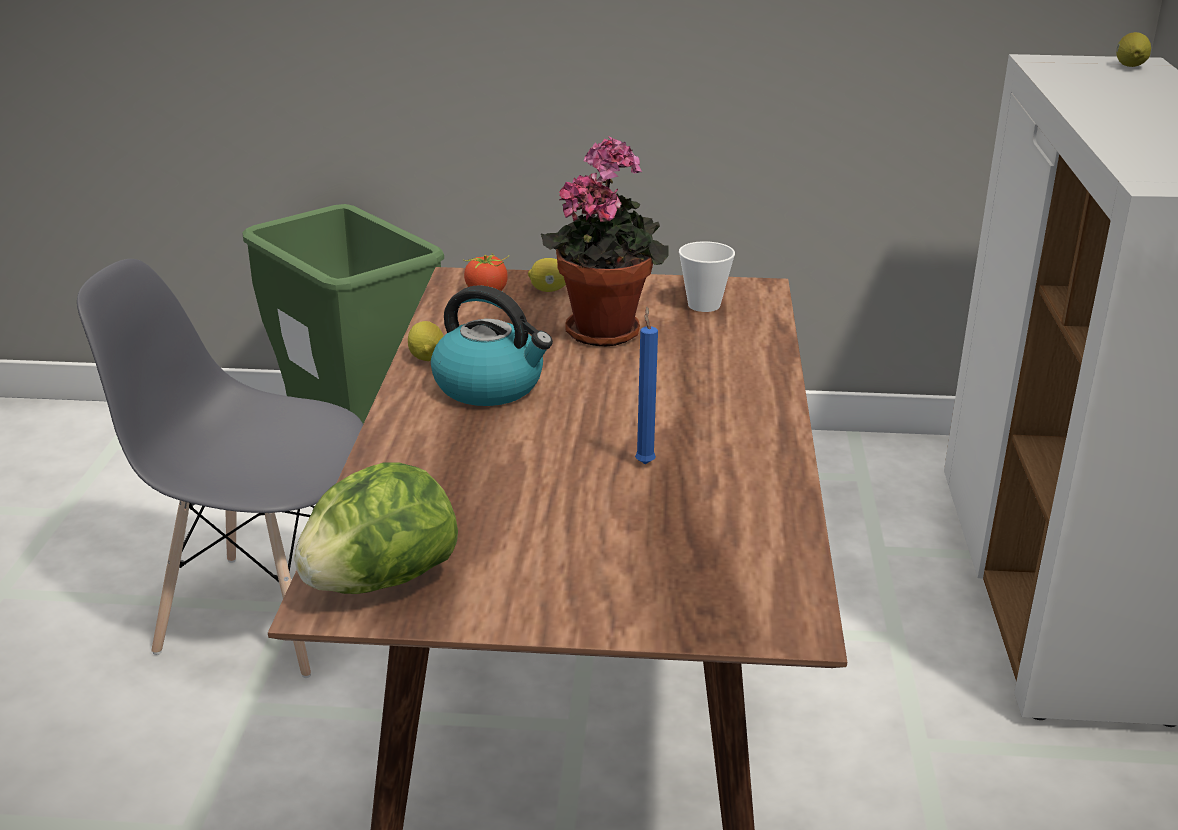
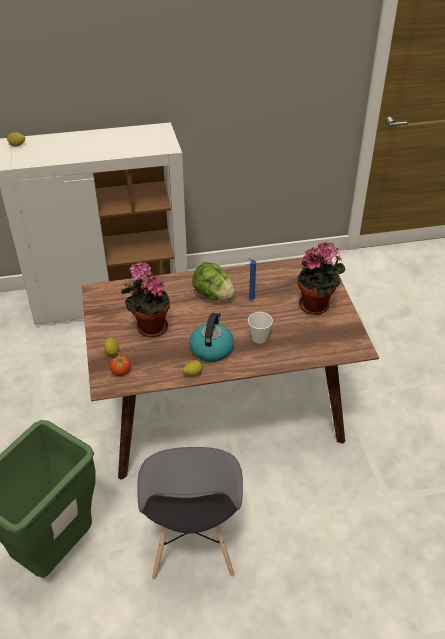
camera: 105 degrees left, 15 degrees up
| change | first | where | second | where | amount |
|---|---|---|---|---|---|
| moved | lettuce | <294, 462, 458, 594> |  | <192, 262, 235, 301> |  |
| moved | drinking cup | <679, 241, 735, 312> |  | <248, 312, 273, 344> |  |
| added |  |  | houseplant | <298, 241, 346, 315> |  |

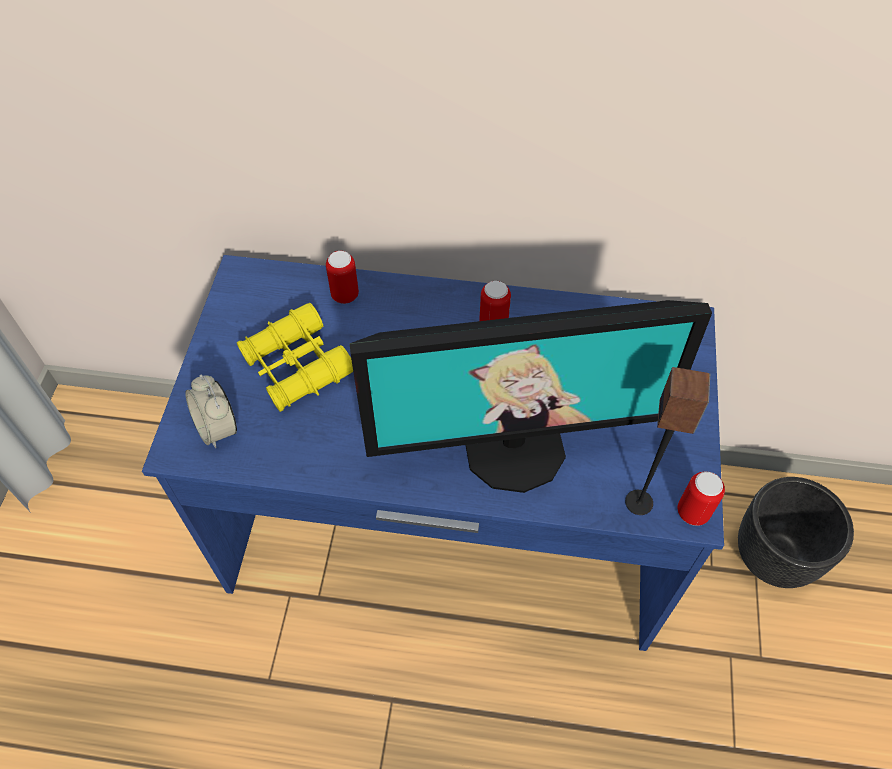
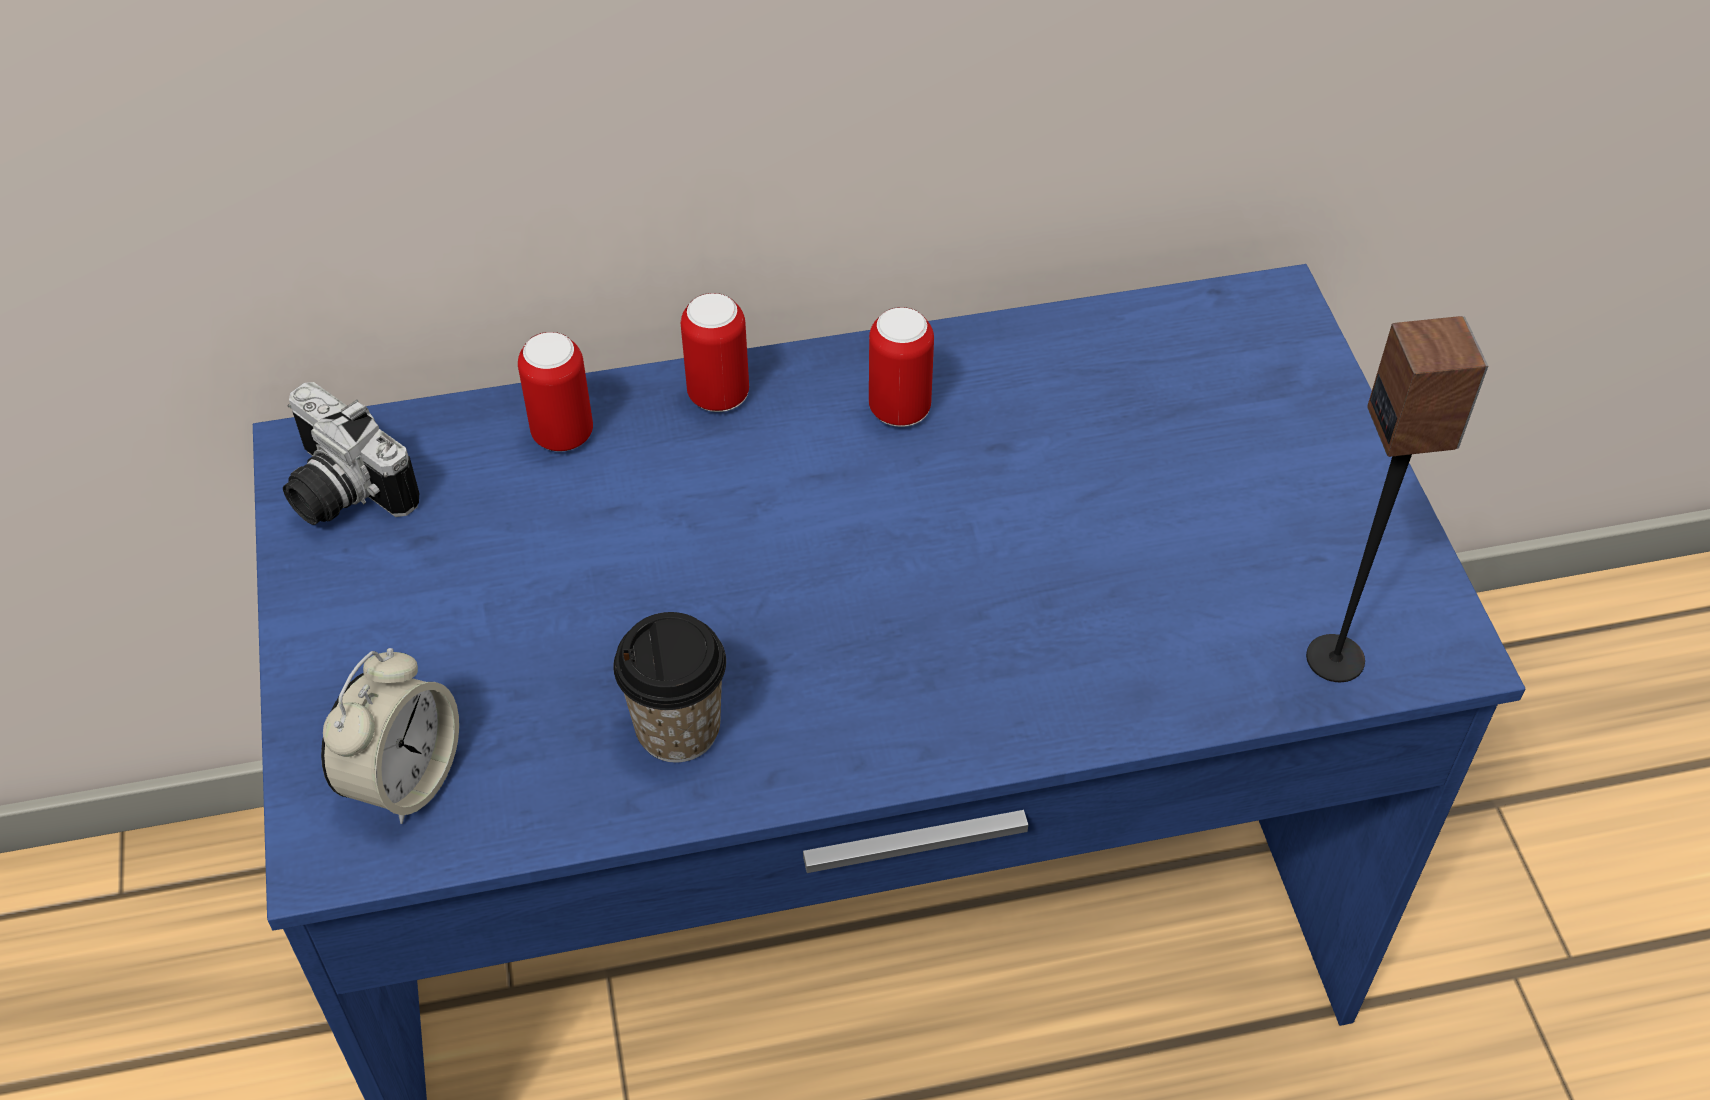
camera: 20 degrees left, 5 degrees down
| change | first | where | second | where | amount |
|---|---|---|---|---|---|
| turned | alarm clock | <185, 375, 237, 448> |  | <321, 648, 459, 824> | 105 degrees counterclockwise |
| removed | pair of binoculars (yellow-coloured) | <237, 303, 353, 412> |  |  |  |
| removed | monitor | <350, 300, 712, 493> |  |  |  |
| moved | can | <677, 471, 725, 526> |  | <681, 293, 749, 412> |  |
| removed | flower pot (black) | <738, 477, 854, 588> |  |  |  |
| added |  |  | still camera | <283, 382, 419, 525> |  |
| added |  |  | drinking cup | <614, 612, 726, 763> |  |

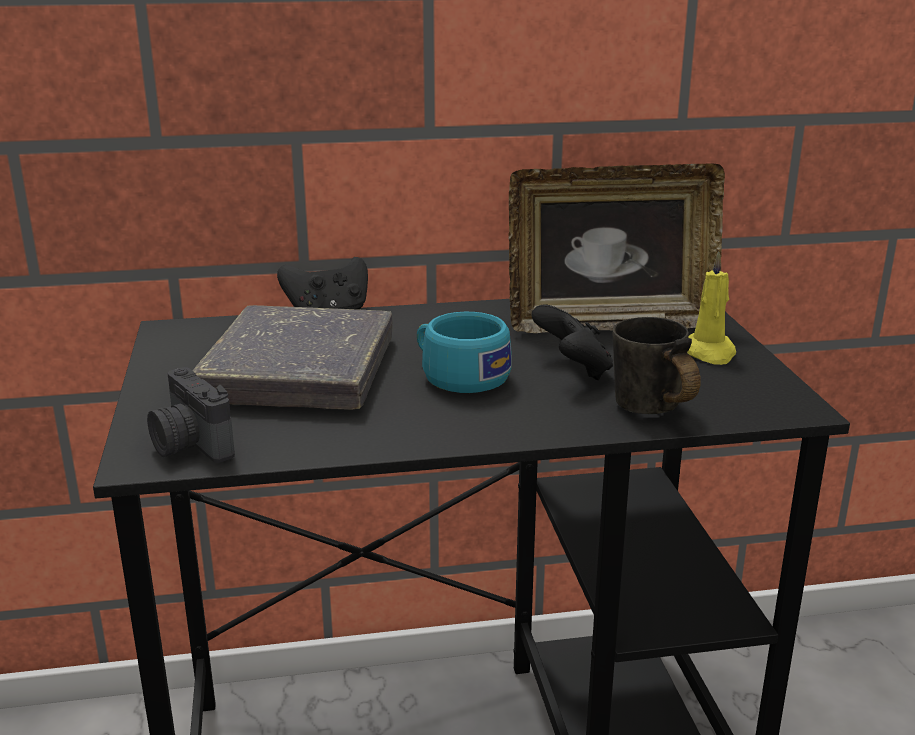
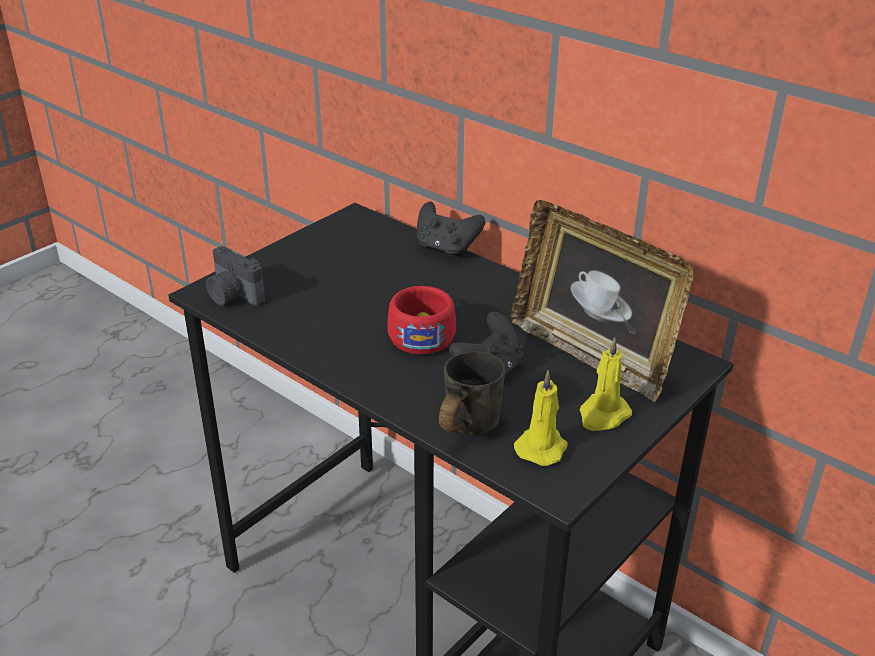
camera: 50 degrees right, 10 degrees up
| change | first | where | second | where | amount |
|---|---|---|---|---|---|
| turned | still camera | <147, 367, 235, 463> |  | <206, 246, 265, 306> | 60 degrees counterclockwise |
| removed | bound book (greyish) | <192, 305, 392, 410> |  |  |  |
| recoloured | drinking cup (blue-green) | <417, 312, 512, 393> | drinking cup (red-coloured) | <388, 286, 456, 354> |  |
| added |  |  | wax candle (yellow-coloured) | <514, 370, 568, 466> |  |

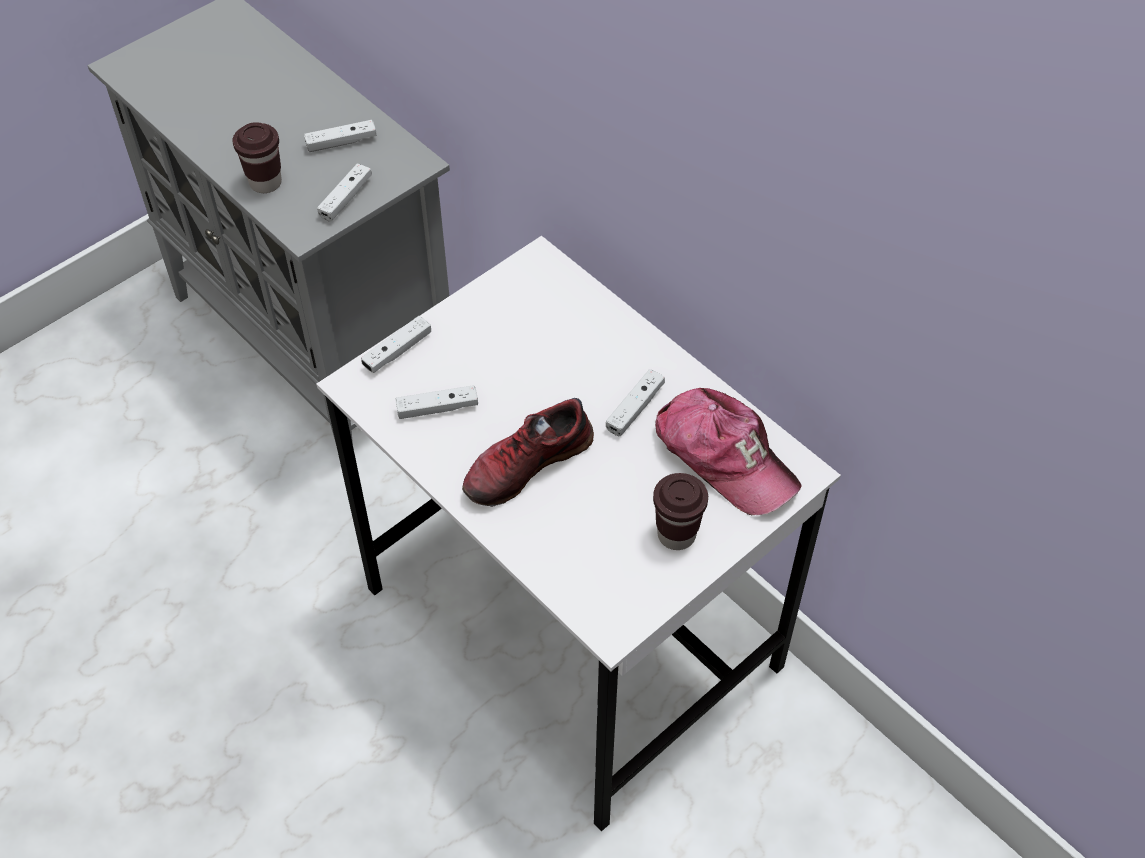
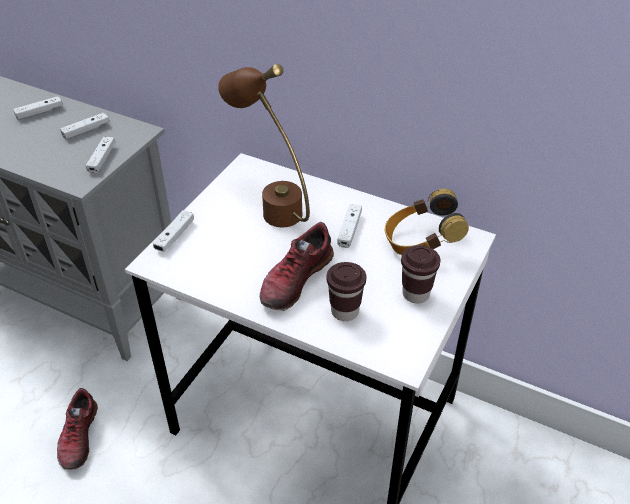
camera: 20 degrees left, 10 degrees down
| change | first | where | second | where | amount |
|---|---|---|---|---|---|
| moved | drinking cup (brown-coloured) | <232, 122, 282, 193> |  | <327, 262, 366, 321> |  |
| moved | game controller (white) | <395, 385, 478, 419> |  | <13, 96, 63, 120> |  |
| replaced | cap | <655, 388, 802, 515> | headset | <385, 189, 469, 255> |  |
| added |  |  | low shoe | <57, 388, 98, 470> |  |
| added |  |  | table lamp (brown-coloured) | <218, 64, 310, 227> |  |

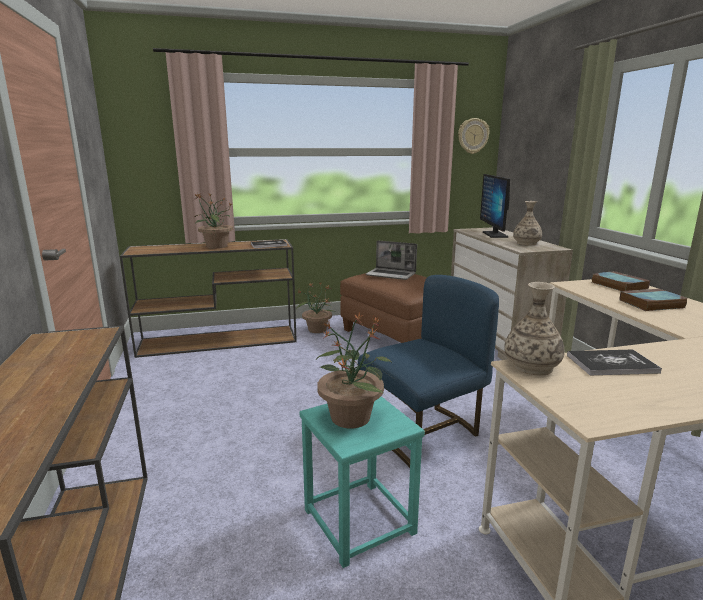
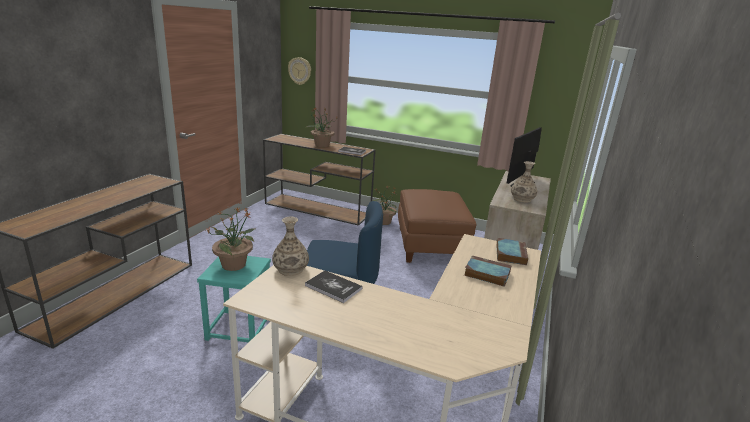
camera: 35 degrees right, 5 degrees up
| change | first | where | second | where | amount |
|---|---|---|---|---|---|
| removed | notebook computer | <365, 241, 417, 280> |  |  |  |
| moved | hanging clock | <458, 118, 490, 154> |  | <288, 57, 311, 85> |  |

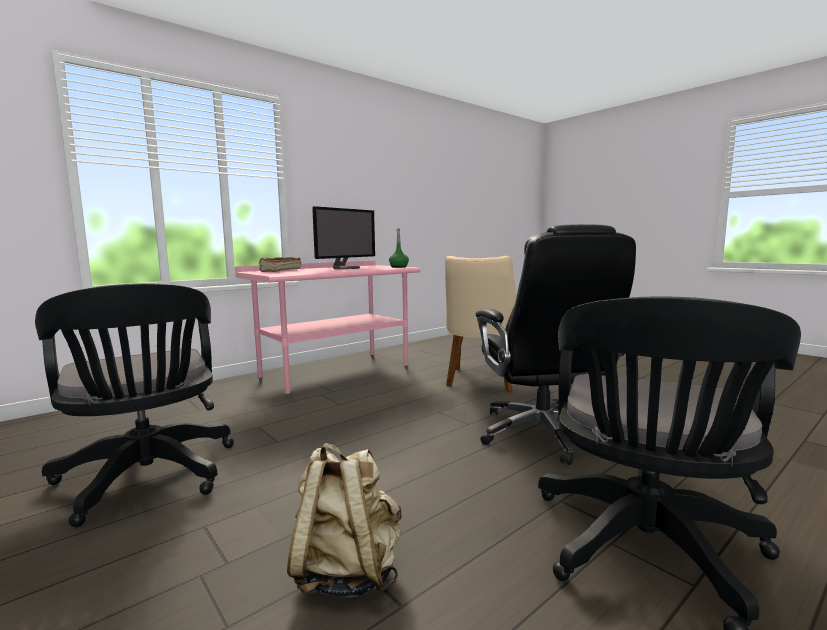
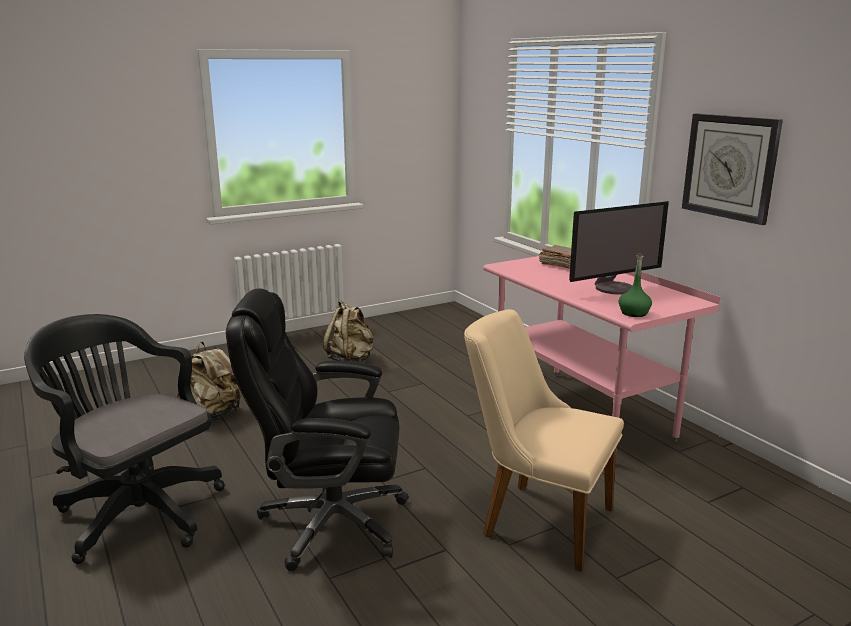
camera: 100 degrees right, 10 degrees up
| change | first | where | second | where | amount |
|---|---|---|---|---|---|
| replaced | computer chair (black) | <35, 283, 234, 527> | rucksack (sand-coloured) | <323, 300, 374, 362> |  |
| turned | monitor | <312, 206, 375, 269> |  | <569, 201, 669, 294> | 75 degrees counterclockwise |
| added |  |  | hanging clock | <682, 113, 783, 225> |  |

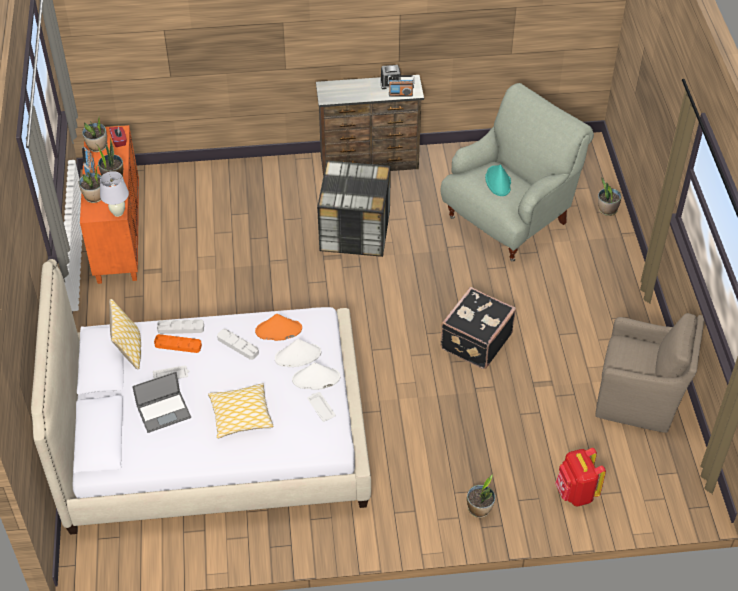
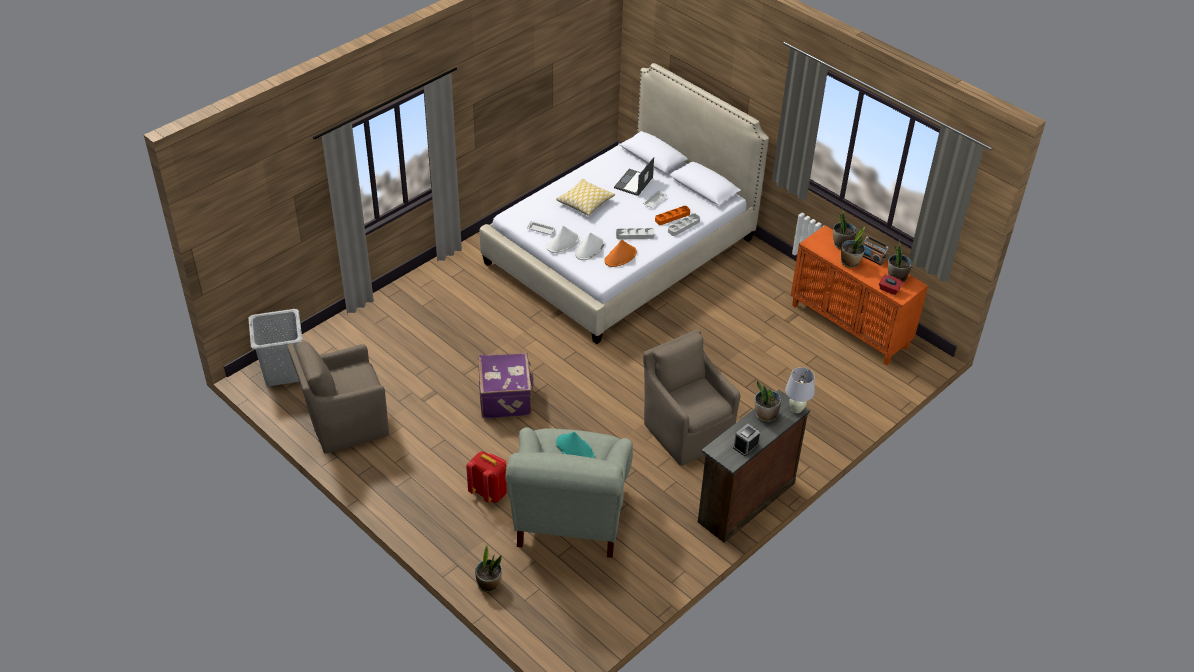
camera: 140 degrees right, 5 degrees down
| change | first | where | second | where | amount |
|---|---|---|---|---|---|
| moved | table lamp (white) | <100, 171, 129, 217> |  | <785, 367, 815, 413> |  |
| removed | cushion | <109, 299, 141, 370> |  |  |  |
| replaced | storage box | <317, 161, 391, 257> | lounge chair (brown-coloured) | <643, 329, 740, 466> |  |
| removed | radio | <388, 75, 414, 97> |  |  |  |
| recoloured | suitcase (black) | <440, 287, 516, 369> | suitcase (purplish) | <478, 352, 534, 419> |  |
| moved | houseplant | <467, 475, 495, 518> |  | <755, 381, 781, 422> |  |
| moved | rucksack (red-coloured) | <555, 448, 606, 506> |  | <466, 451, 507, 503> |  |
| added |  |  | washing basket (greyish) | <248, 309, 303, 386> |  |

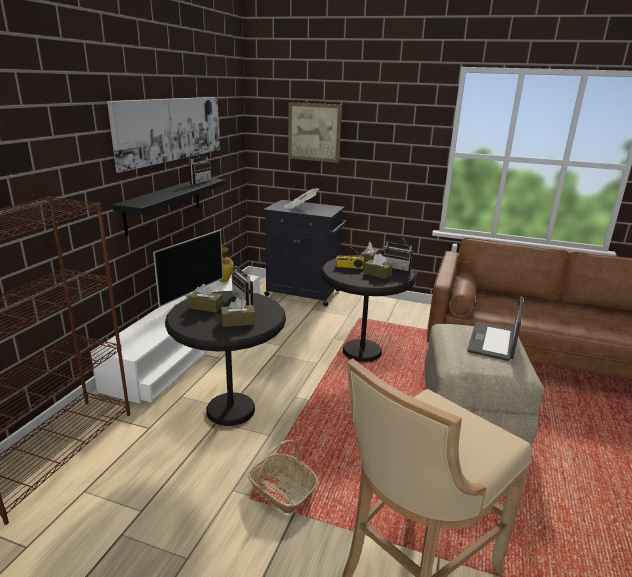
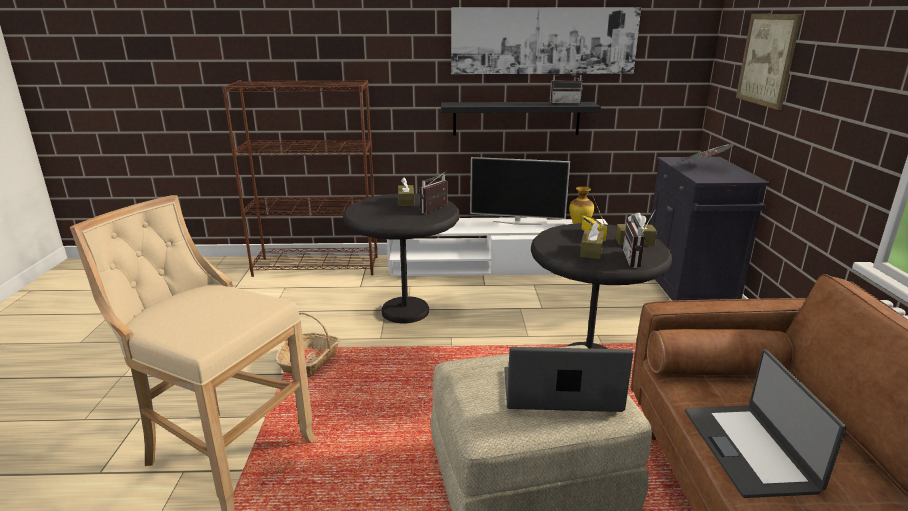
camera: 70 degrees right, 0 degrees up
| change | first | where | second | where | amount |
|---|---|---|---|---|---|
| removed | box of tissues (brown-coloured) | <221, 297, 255, 327> |  |  |  |
| added |  |  | notebook computer | <685, 349, 846, 498> |  |

